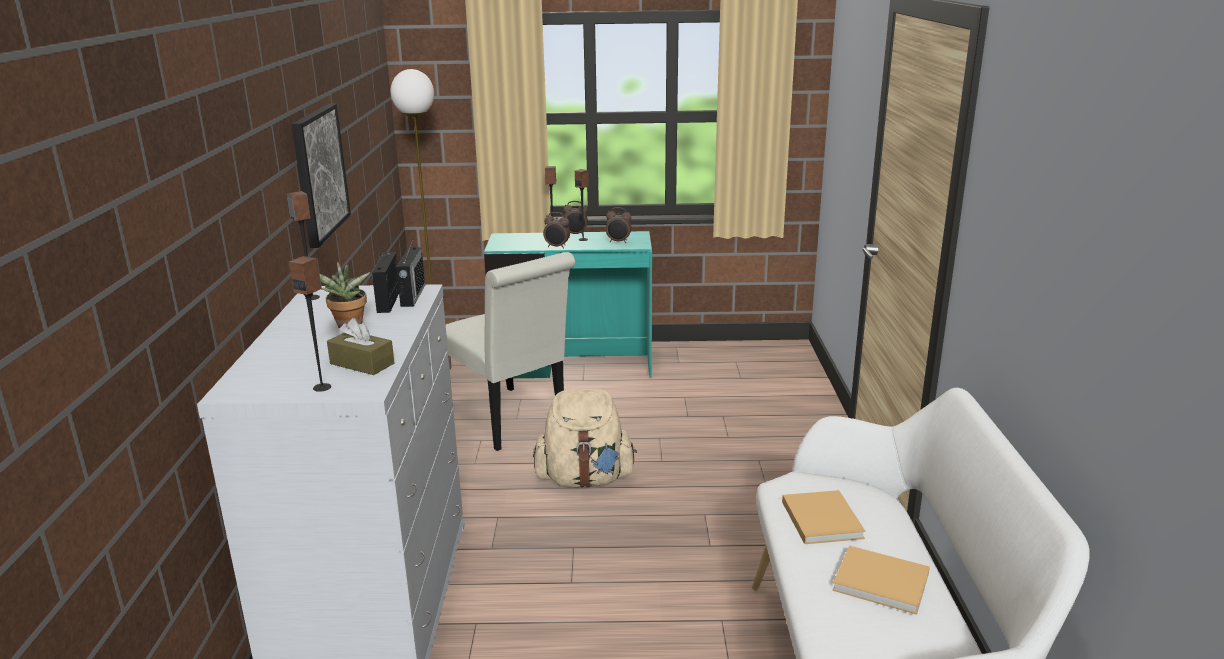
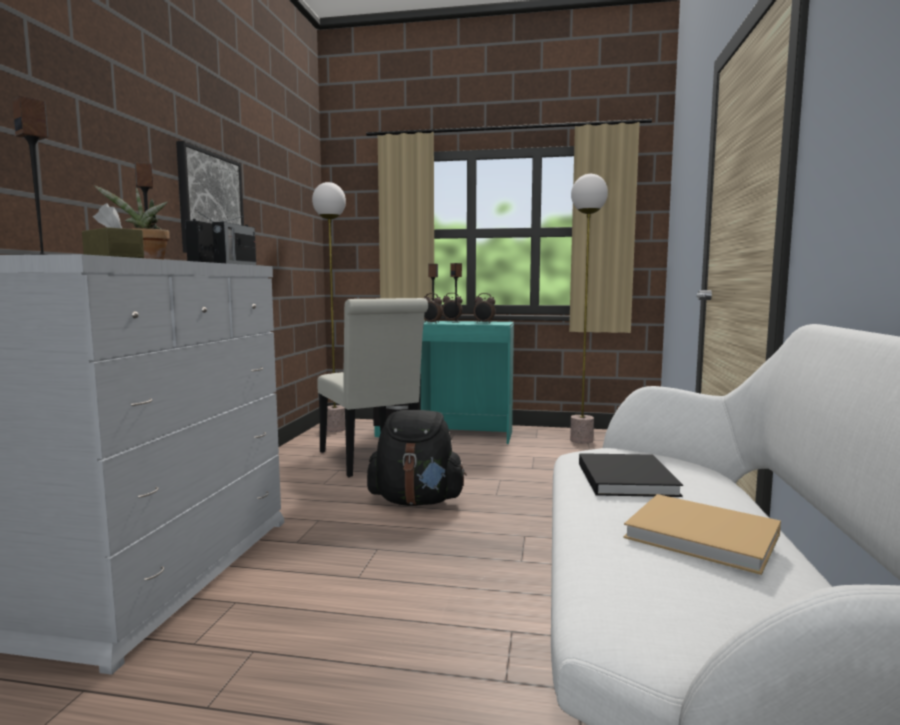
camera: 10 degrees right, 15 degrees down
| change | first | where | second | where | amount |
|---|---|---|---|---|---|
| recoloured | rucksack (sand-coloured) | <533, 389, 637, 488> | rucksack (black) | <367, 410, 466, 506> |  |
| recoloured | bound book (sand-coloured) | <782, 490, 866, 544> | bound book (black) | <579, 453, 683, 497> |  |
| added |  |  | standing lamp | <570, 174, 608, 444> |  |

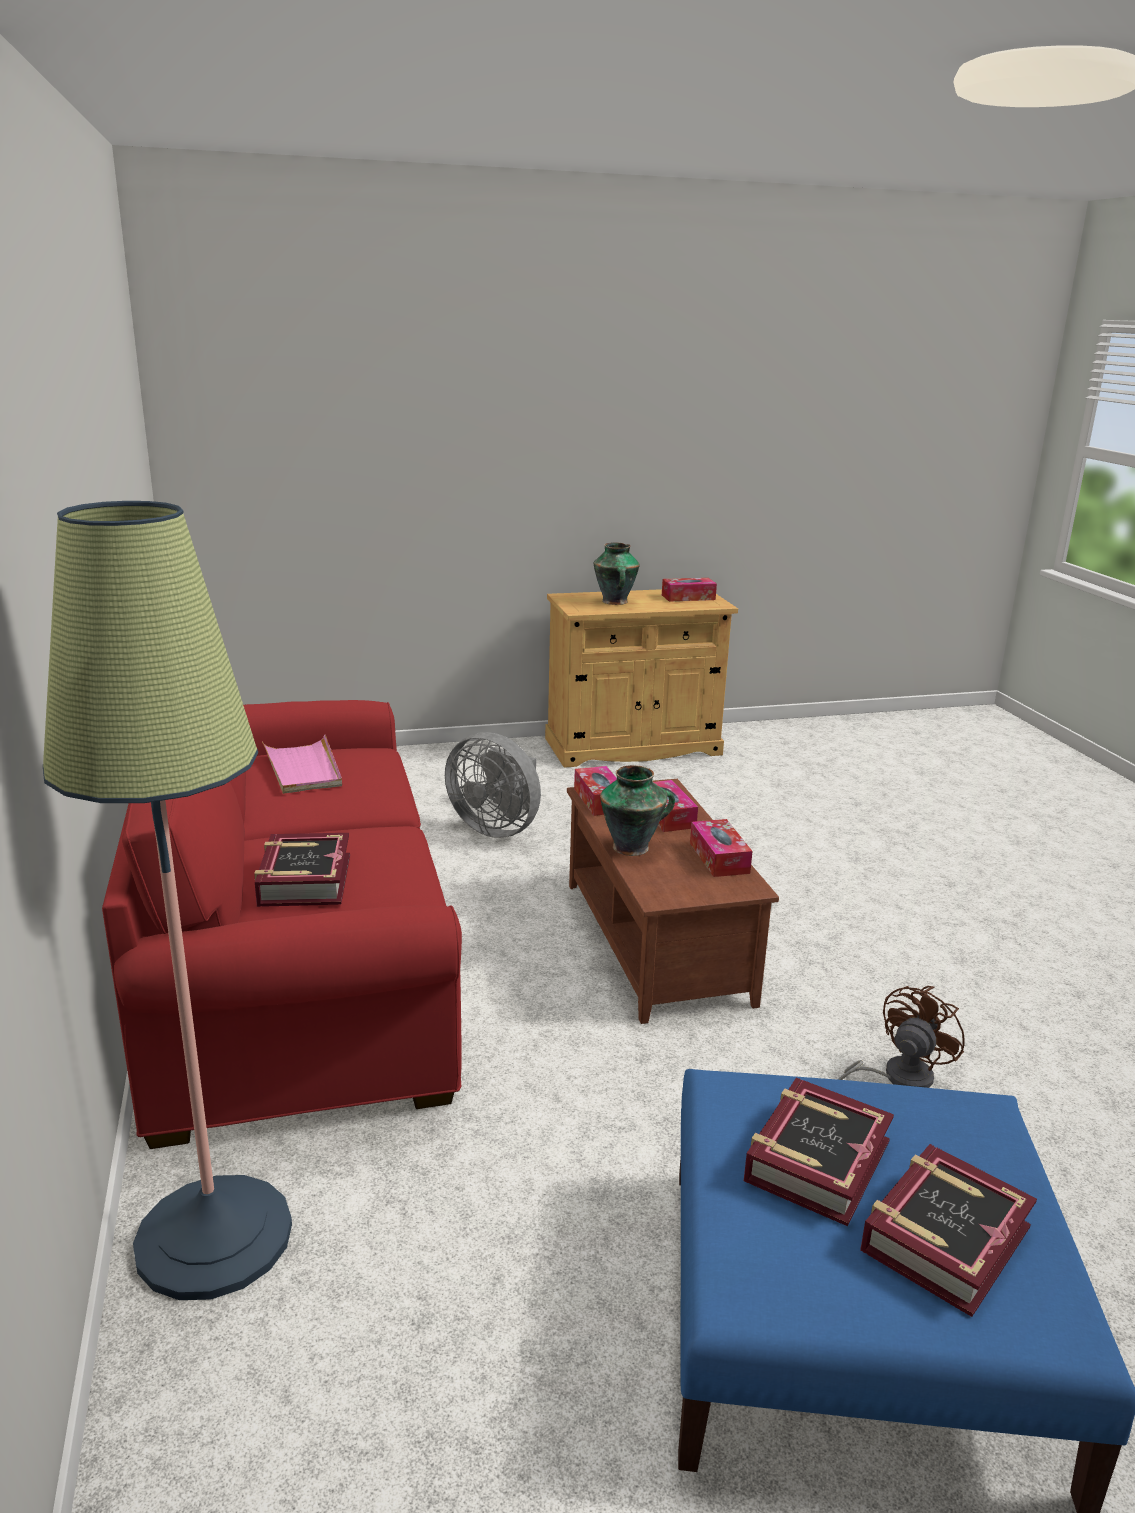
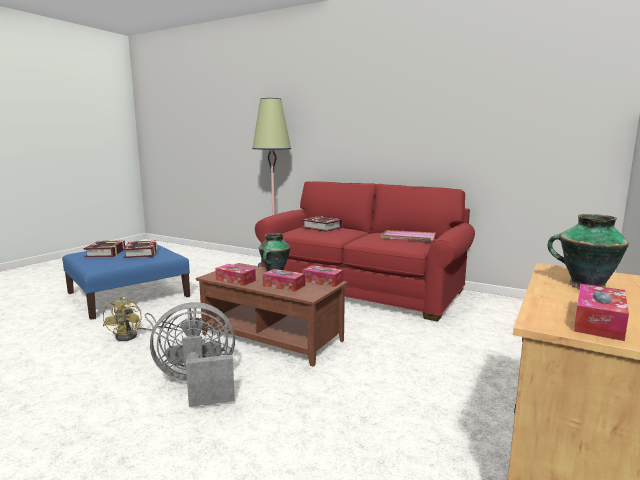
camera: 135 degrees right, 10 degrees down
| change | first | where | second | where | amount |
|---|---|---|---|---|---|
| moved | cooling fan (greyish) | <445, 732, 541, 838> |  | <150, 302, 235, 407> |  |
| recoloured | cooling fan (brown-coloured) | <837, 986, 965, 1088> | cooling fan (yellow-coloured) | <103, 296, 156, 341> |  |

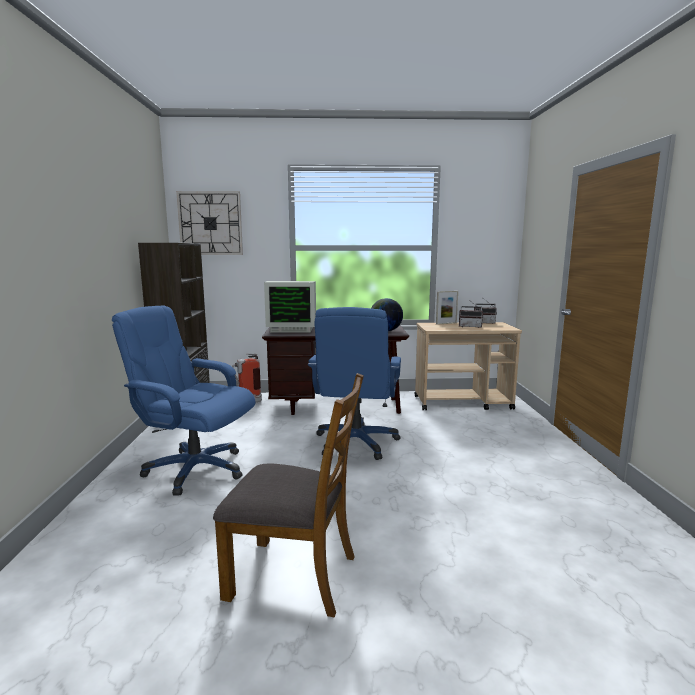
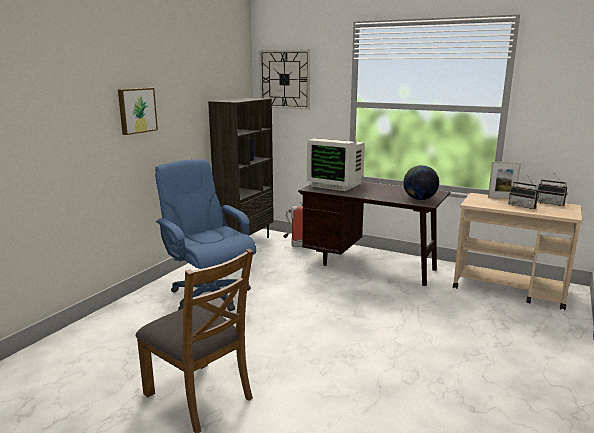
camera: 30 degrees right, 5 degrees up
| change | first | where | second | where | amount |
|---|---|---|---|---|---|
| removed | computer chair (bluish) | <308, 307, 401, 460> |  |  |  |
| added |  |  | wall picture | <118, 88, 158, 135> |  |

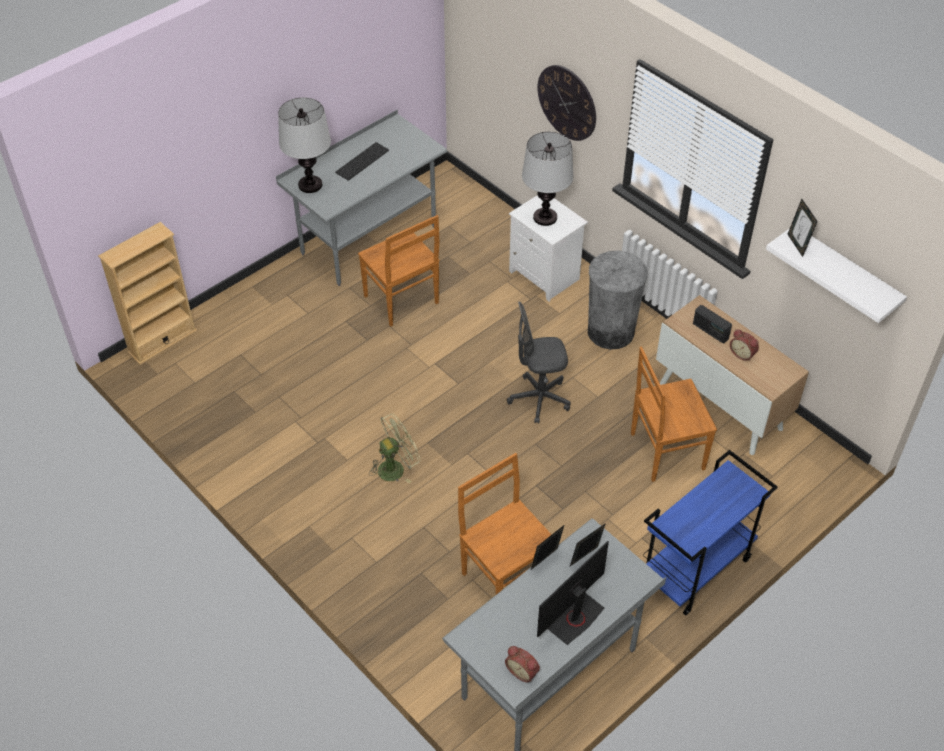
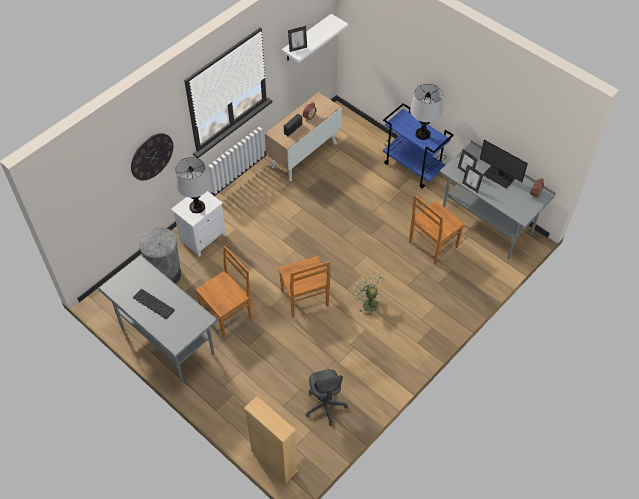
camera: 95 degrees left, 5 degrees up
| change | first | where | second | where | amount |
|---|---|---|---|---|---|
| moved | table lamp | <278, 97, 331, 193> |  | <410, 84, 443, 140> |  |
| moved | computer chair (greyish) | <507, 301, 571, 424> |  | <305, 369, 348, 426> |  |
| moved | trash can (greyish) | <588, 251, 648, 349> |  | <139, 227, 181, 284> |  |
| moved | upright chair (brown-coloured) | <631, 347, 717, 482> |  | <279, 256, 331, 318> |  |

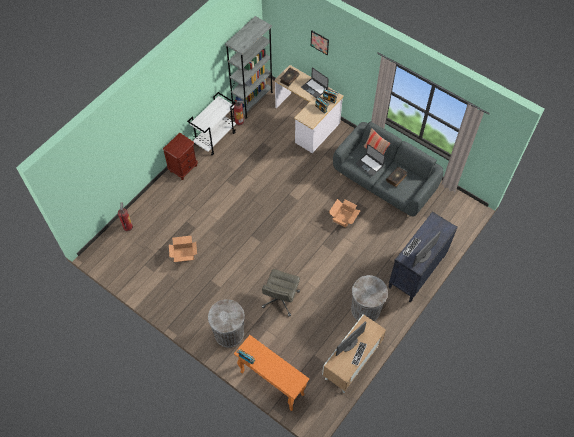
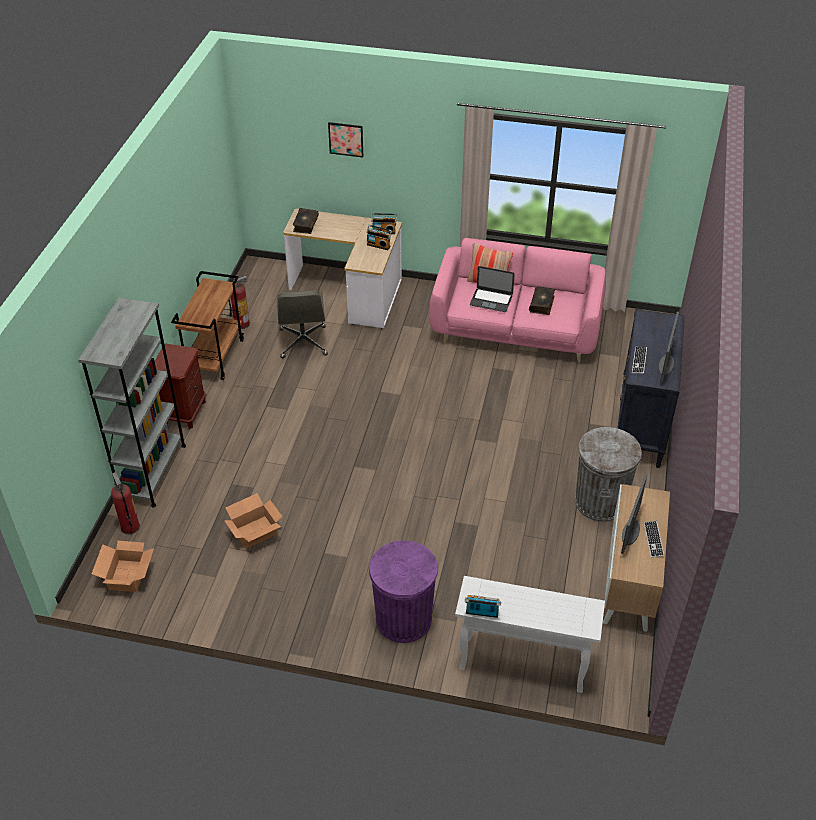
camera: 25 degrees left, 15 degrees down
| change | first | where | second | where | amount |
|---|---|---|---|---|---|
| recoloured | trolley (white) | <187, 92, 236, 155> | trolley (brown-coloured) | <171, 271, 244, 380> |  |
| recoloured | trash can (greyish) | <208, 299, 245, 348> | trash can (purplish) | <369, 540, 438, 643> |  |
| moved | shelving unit (greyish) | <225, 16, 273, 119> |  | <78, 297, 186, 507> |  |
| recoloured | narrow table (orange-coloured) | <234, 335, 309, 411> | narrow table (white) | <455, 576, 605, 693> |  |
| moved | computer chair (greyish) | <262, 269, 300, 317> |  | <277, 290, 328, 358> |  |
| removed | notebook computer | <301, 68, 329, 98> |  |  |  |
| moved | packing box | <328, 199, 361, 228> |  | <92, 541, 154, 592> |  |
| recoloured | sofa (greyish) | <333, 121, 443, 217> | sofa (pink) | <429, 238, 606, 363> |  |

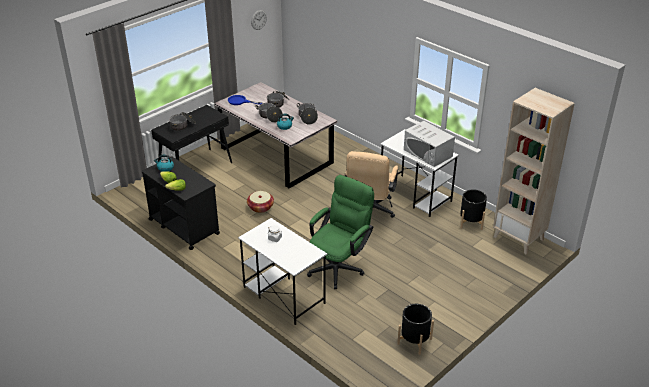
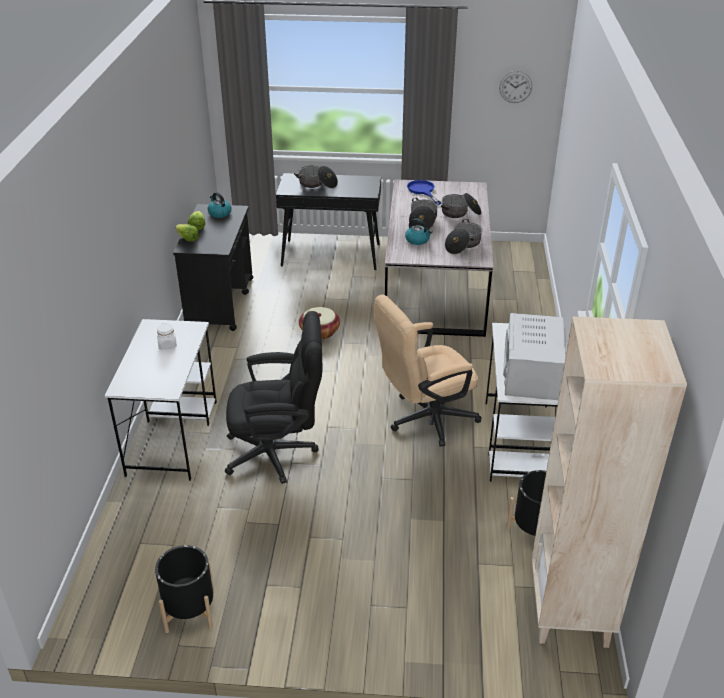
camera: 50 degrees right, 0 degrees up
| change | first | where | second | where | amount |
|---|---|---|---|---|---|
| recoloured | computer chair (green-coloured) | <307, 175, 374, 289> | computer chair (black) | <225, 311, 322, 484> |  |

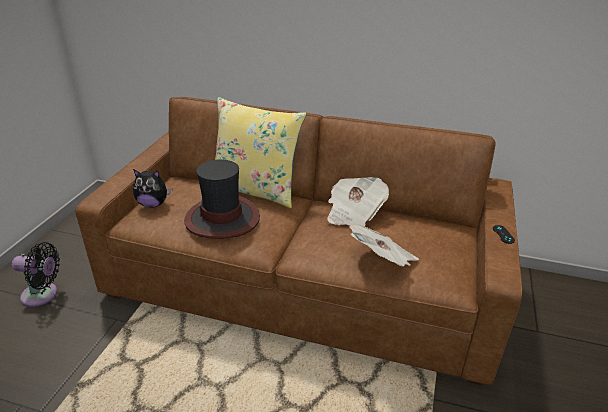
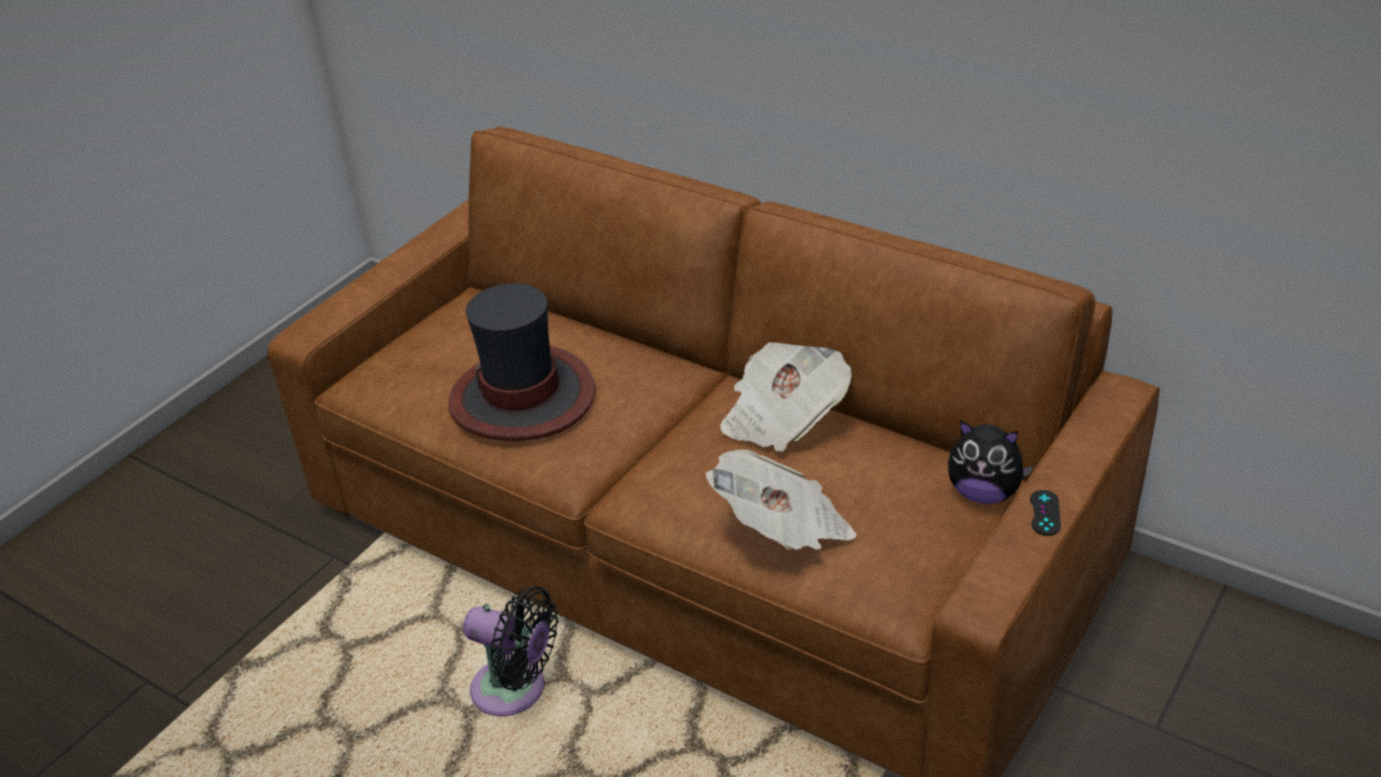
camera: 20 degrees right, 5 degrees up
| change | first | where | second | where | amount |
|---|---|---|---|---|---|
| moved | cooling fan (black) | <12, 242, 60, 307> |  | <463, 586, 558, 716> |  |
| moved | plush toy | <133, 169, 172, 207> |  | <948, 421, 1034, 504> |  |
| removed | cushion (yellow-coloured) | <215, 97, 307, 208> |  |  |  |

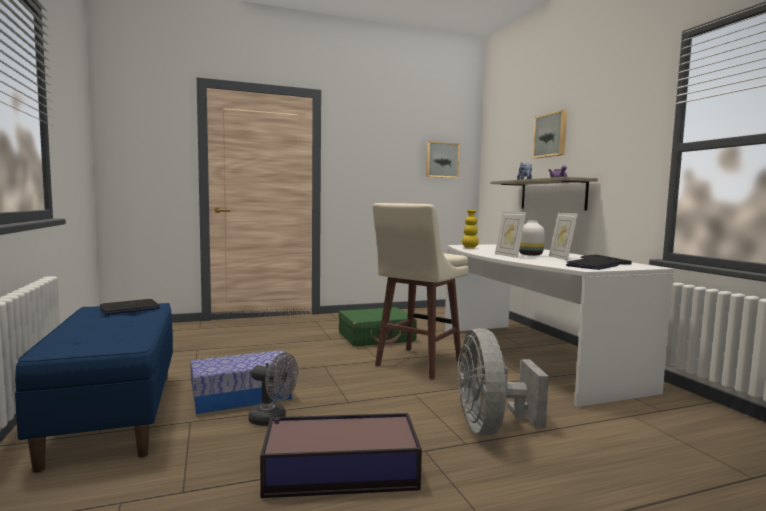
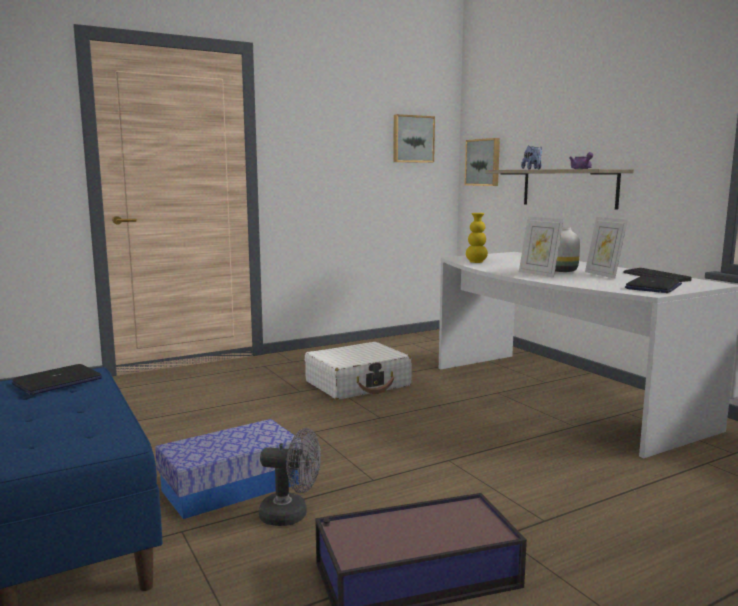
camera: 10 degrees left, 5 degrees up
| change | first | where | second | where | amount |
|---|---|---|---|---|---|
| recoloured | suitcase (green-coloured) | <338, 307, 417, 346> | suitcase (white) | <305, 342, 412, 400> |  |
| removed | stool (sand-coloured) | <373, 203, 469, 380> |  |  |  |
| removed | cooling fan (greyish) | <457, 328, 549, 436> |  |  |  |
| moved | wall picture | <533, 110, 567, 158> |  | <465, 138, 500, 186> |  |

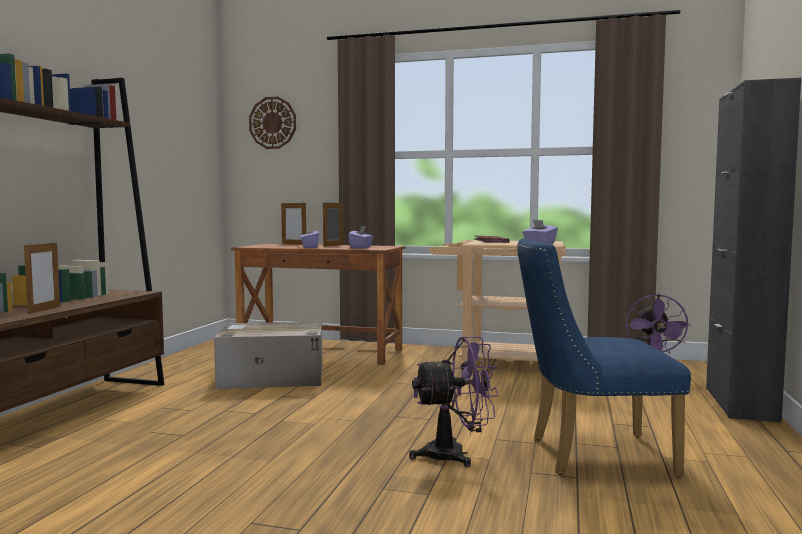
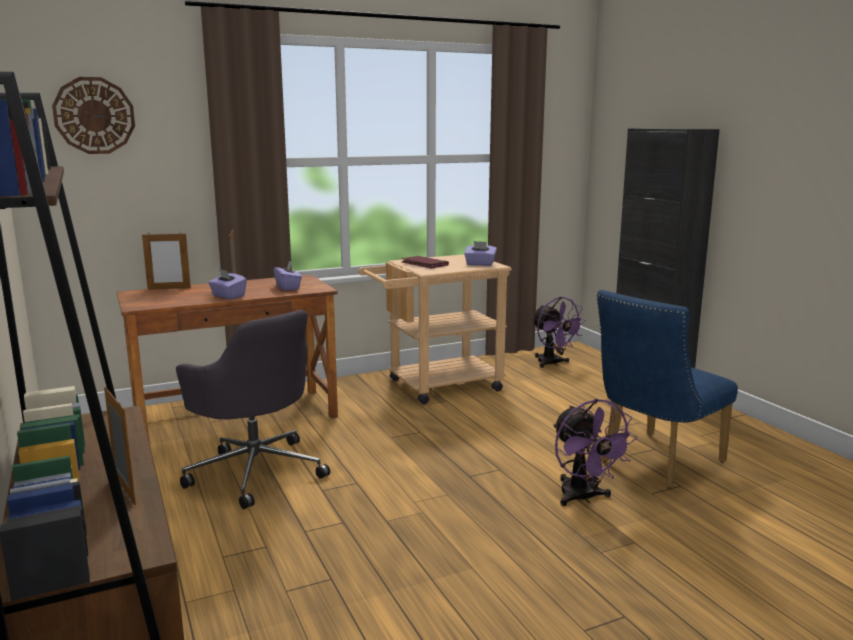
camera: 40 degrees left, 10 degrees up
| change | first | where | second | where | amount |
|---|---|---|---|---|---|
| replaced | packing box | <214, 322, 322, 389> | computer chair (greyish) | <176, 310, 330, 509> |  |
| turned | cooling fan (purplish) | <409, 337, 499, 467> |  | <553, 399, 638, 506> | 120 degrees clockwise |

